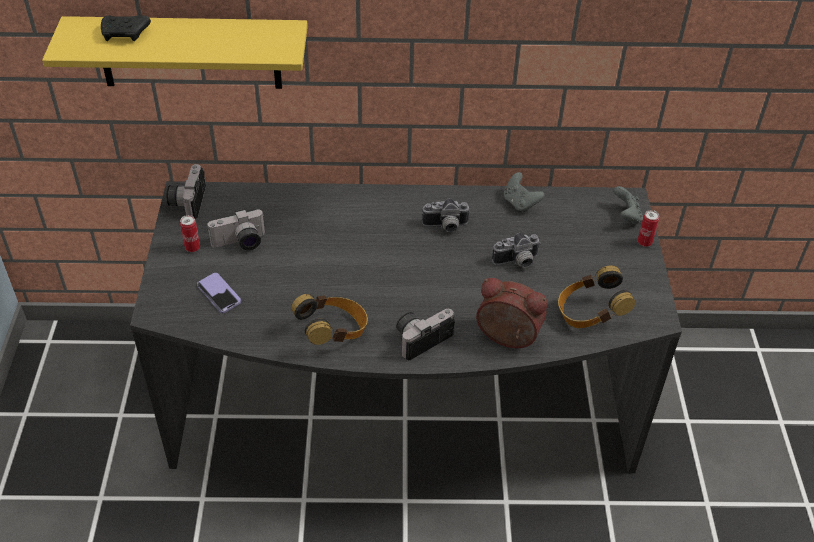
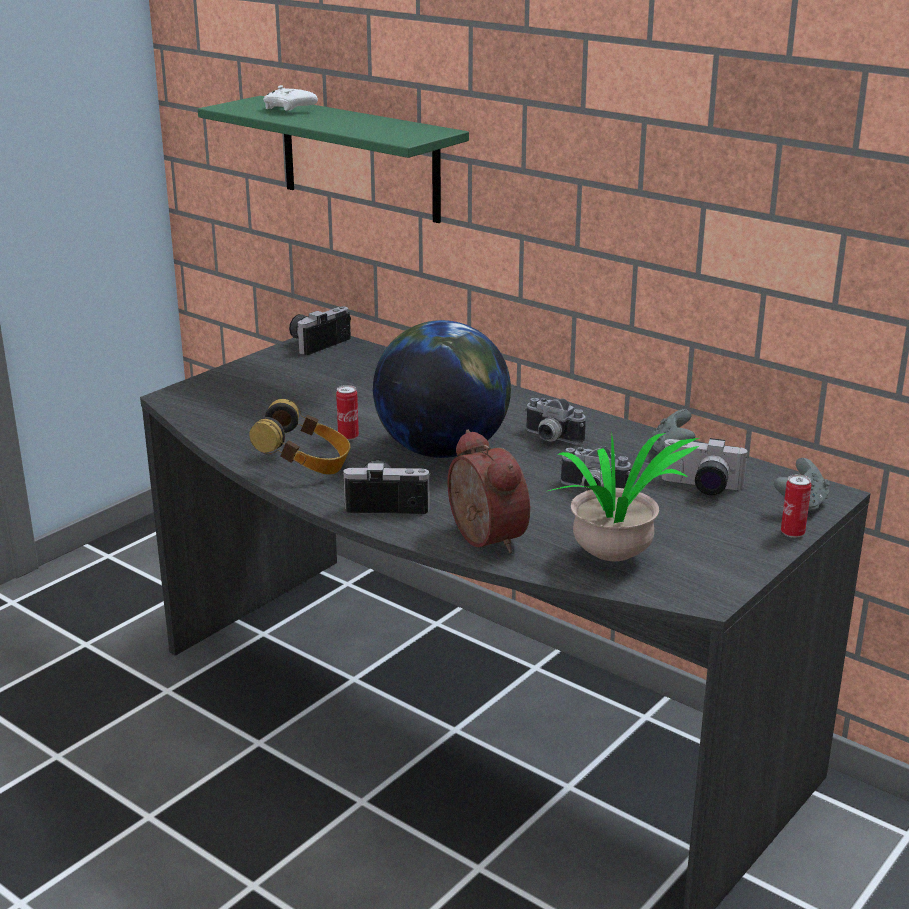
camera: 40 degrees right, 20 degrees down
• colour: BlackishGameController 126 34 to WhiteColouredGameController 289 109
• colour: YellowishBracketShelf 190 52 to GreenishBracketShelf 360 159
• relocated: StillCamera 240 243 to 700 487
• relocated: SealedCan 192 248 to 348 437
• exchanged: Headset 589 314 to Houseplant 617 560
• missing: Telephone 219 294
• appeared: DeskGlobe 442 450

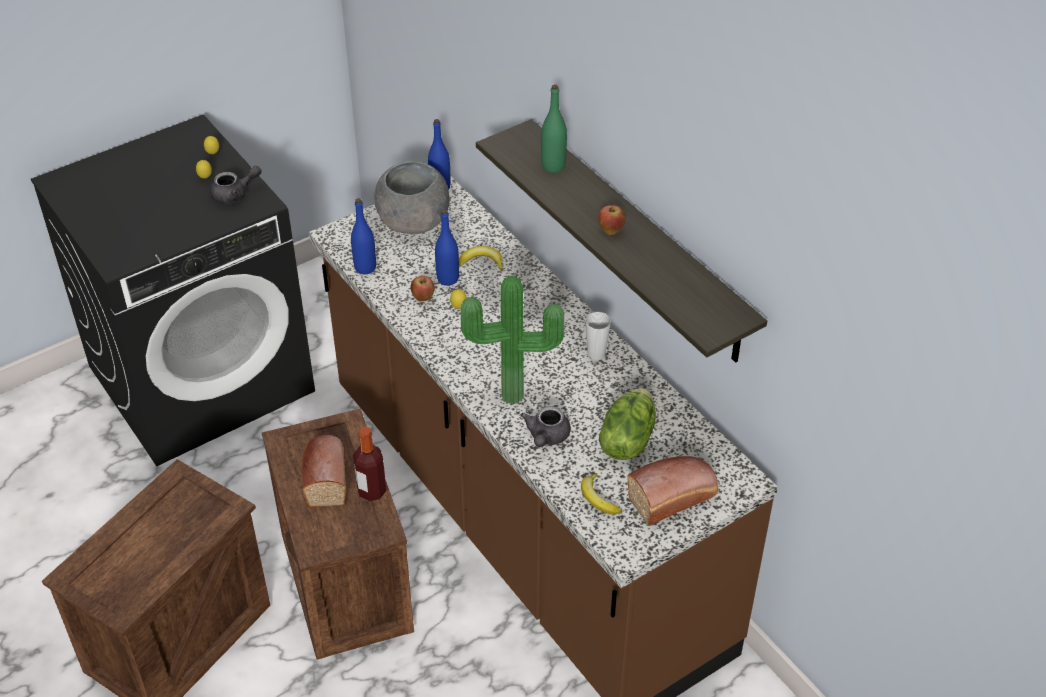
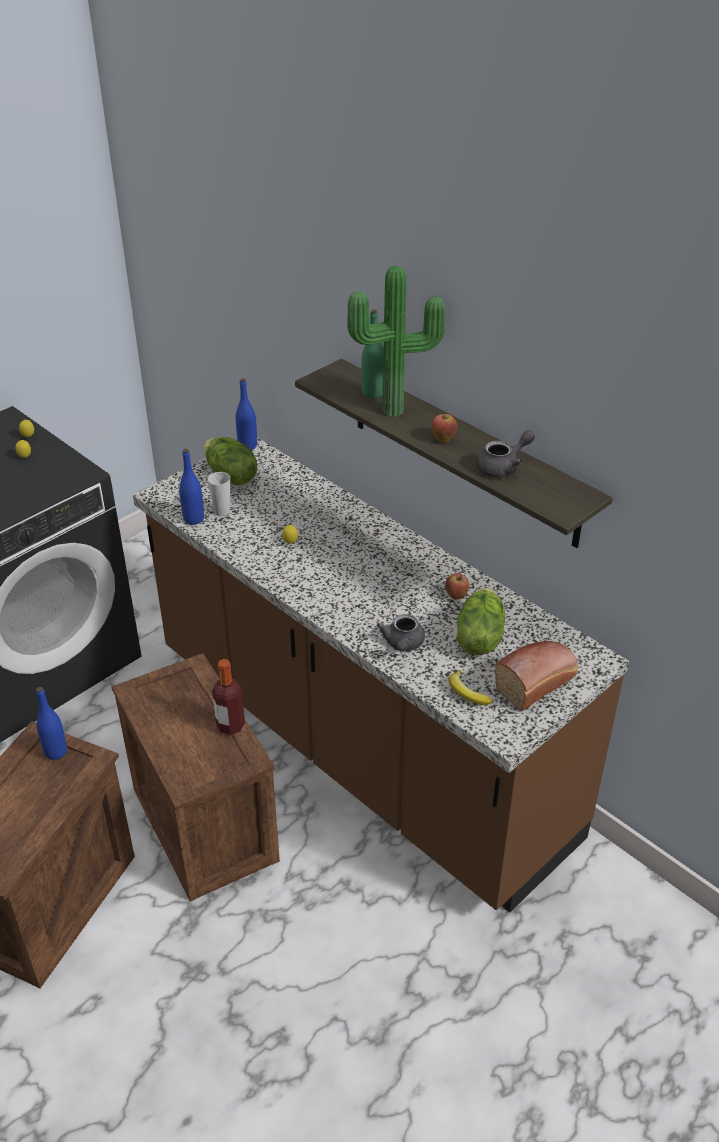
camera: 10 degrees left, 5 degrees down
• exchanged: GrayBowl 413 222 to HeadOfLettuce 230 476
• relocated: GrayPotForTea 235 194 to 503 467
• relocated: BlueColouredBeverageBottle 448 279 to 56 752
• missing: BananaFruit 482 262
• relocated: Houseplant 513 399 to 394 413
• relocated: WholeApple 423 298 to 456 596
• relocated: SmallCup 596 353 to 222 511
• missing: Bread 326 477

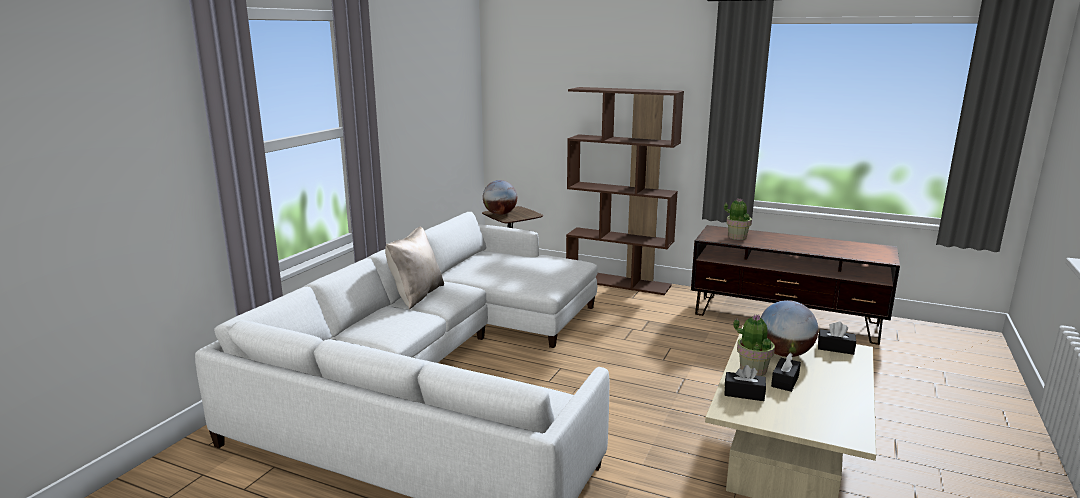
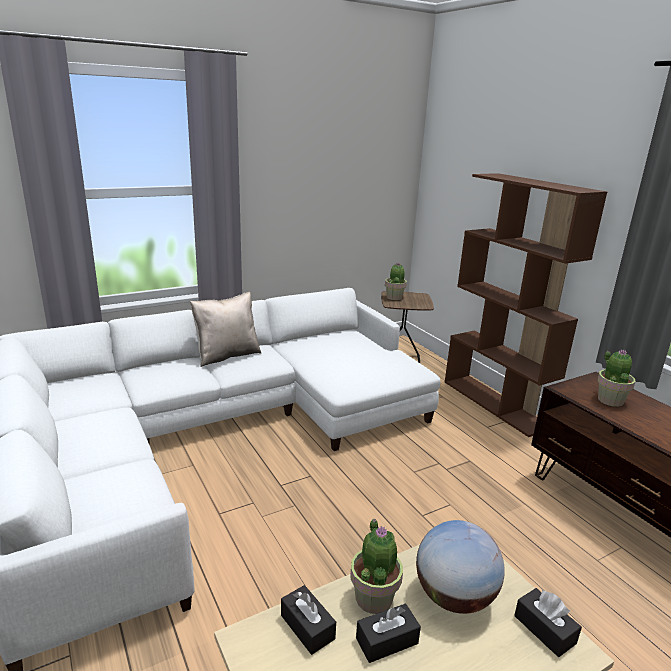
camera: 35 degrees right, 5 degrees up
• exchanged: DeskGlobe 500 214 to Houseplant 394 297

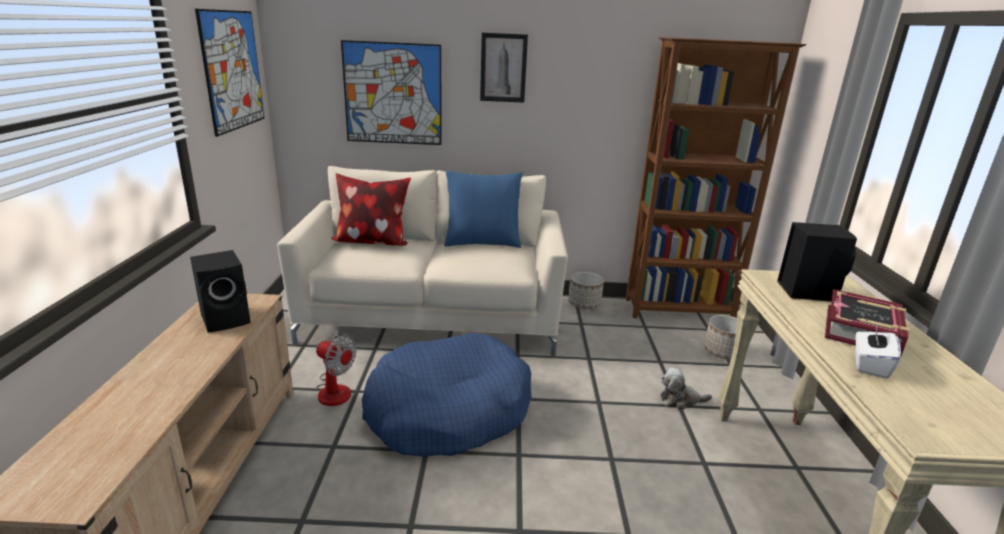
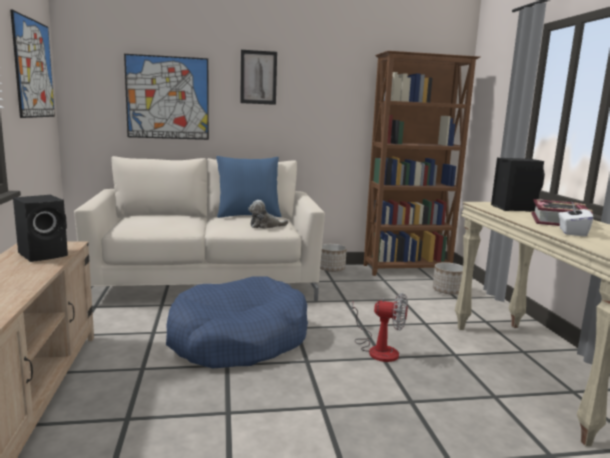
camera: 10 degrees left, 10 degrees down
• missing: Pillow 372 242
• relocated: ElectricFan 335 388 to 378 349
• relocated: SoftToy 680 400 to 265 226

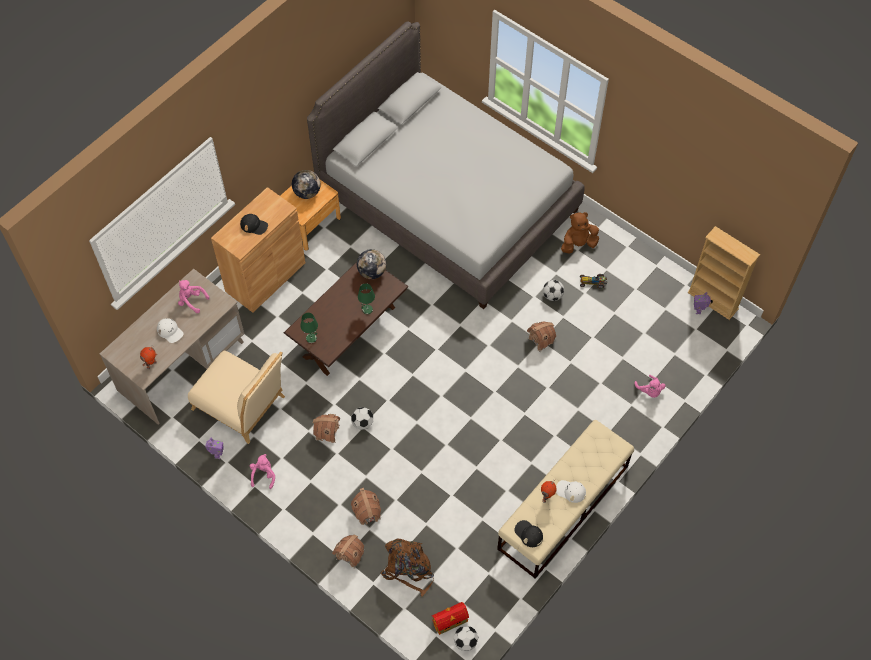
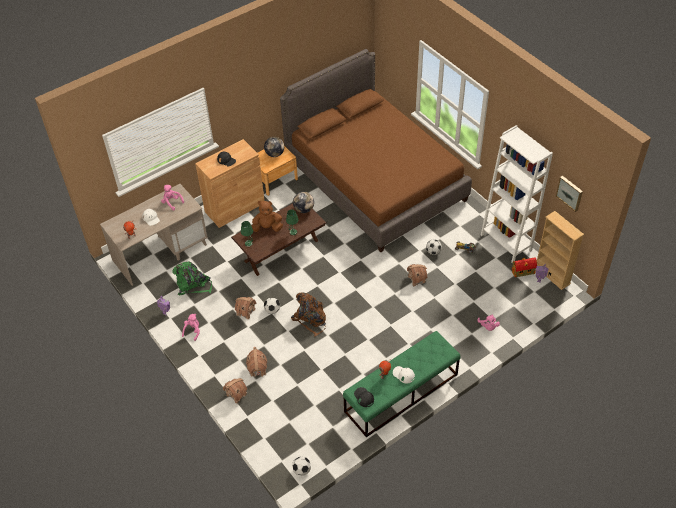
camera: 15 degrees right, 10 degrees down
• colour: GrayBed 447 201 to BrownishBed 375 181
• relocated: BrownishSoftToy 578 244 to 267 228
• exchanged: BeigeColouredChair 243 406 to GreenishKnapsack 193 284
• colour: BeigeColouredLongSeat 563 507 to GreenishLongSeat 401 393
• relocated: BrownishKnapsack 409 568 to 310 319
• relocated: MiniatureHouse 451 621 to 523 271
• appeared: WhiteColouredBookcase 506 243
• appeared: WallArt 570 193

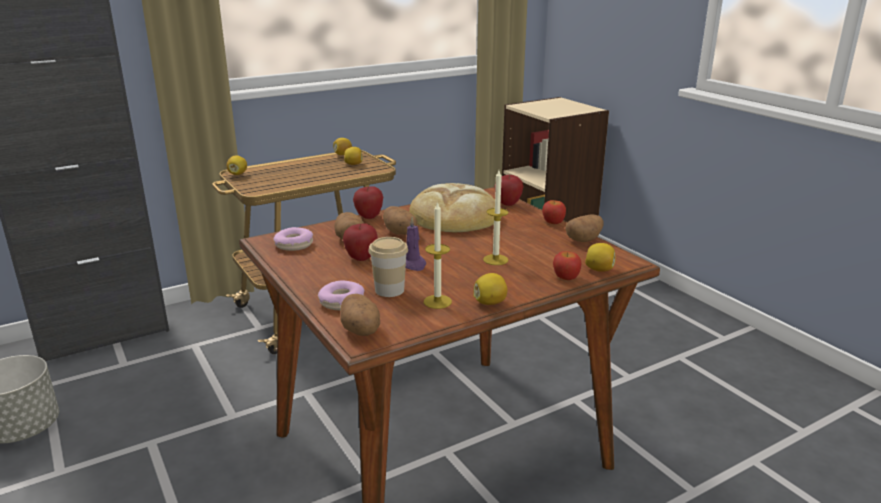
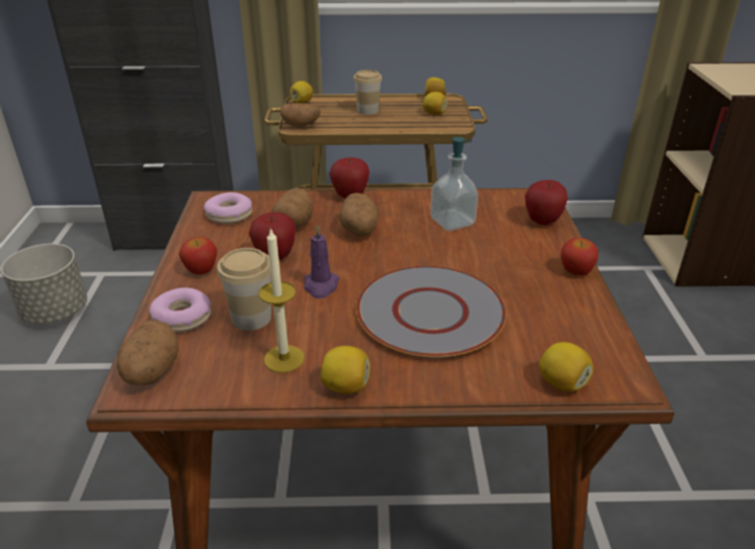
camera: 30 degrees right, 10 degrees up
• exchanged: WaxCandle 495 259 to GrayPlate 430 312
• exchanged: Bread 454 216 to LiquidSoapBottle 452 222
• relocated: WholePotato 584 239 to 301 125
• relocated: WholeApple 565 277 to 201 270
• appeared: SmallCup 368 110

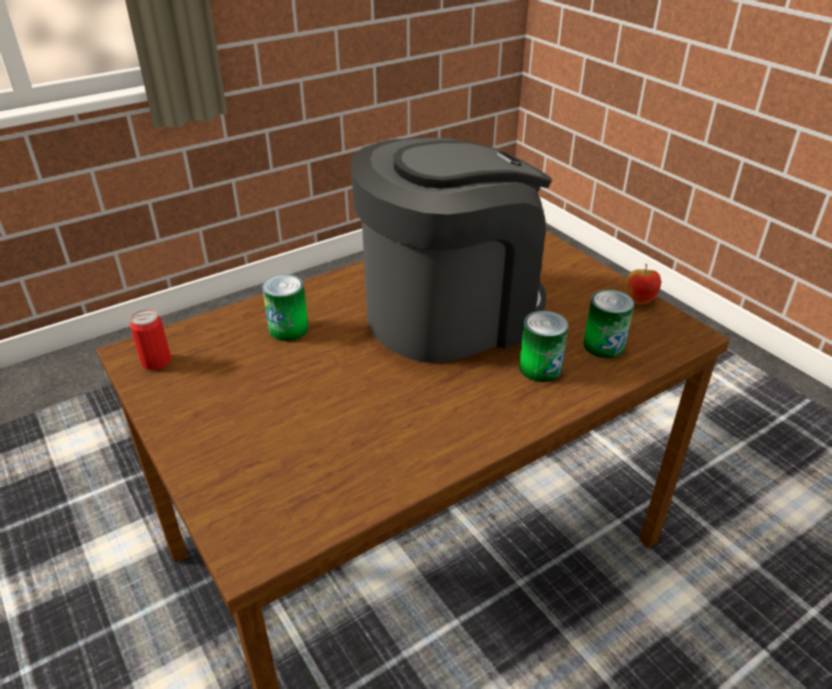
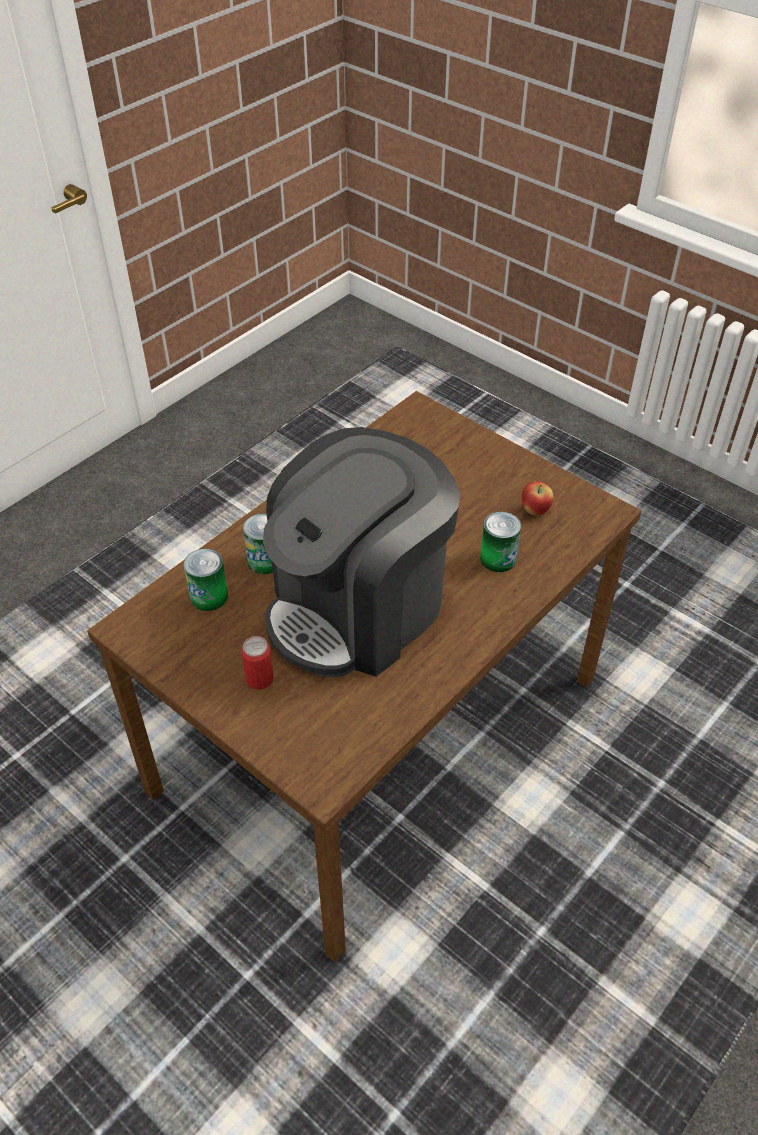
camera: 165 degrees right, 10 degrees up
• relocated: WholeApple 639 301 to 535 510
• relocated: SealedCan 156 362 to 259 679

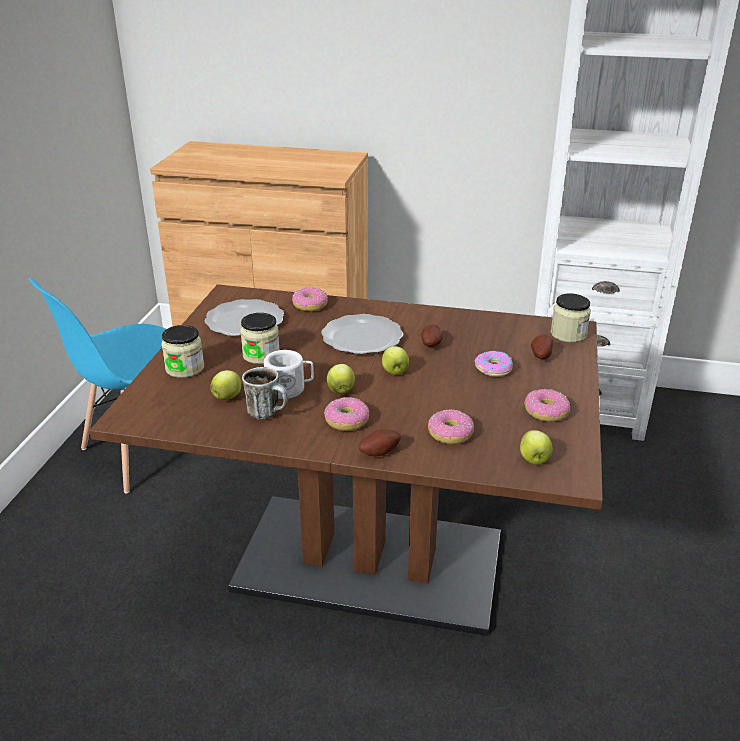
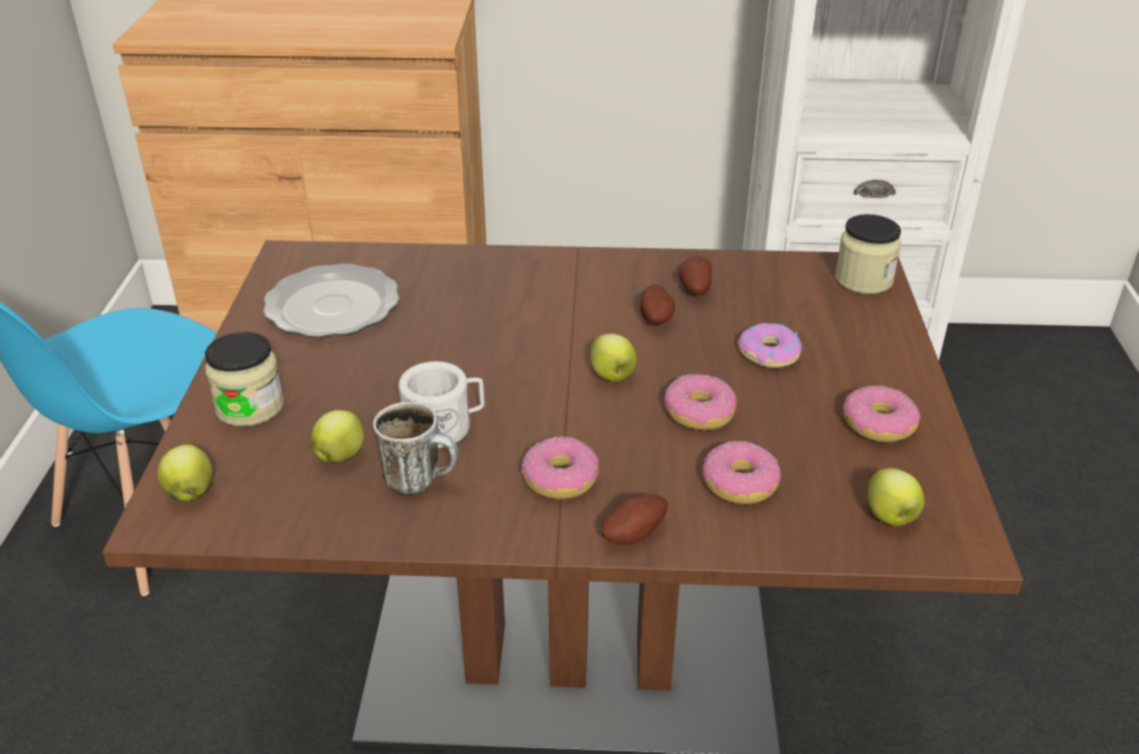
camera: 10 degrees left, 5 degrees up
• relocated: Donut 310 305 to 698 412
• missing: StorageJar 261 355
• missing: Plate 362 338
• relocated: WholePotato 540 355 to 694 289
• relocated: WholeApple 341 391 to 190 492

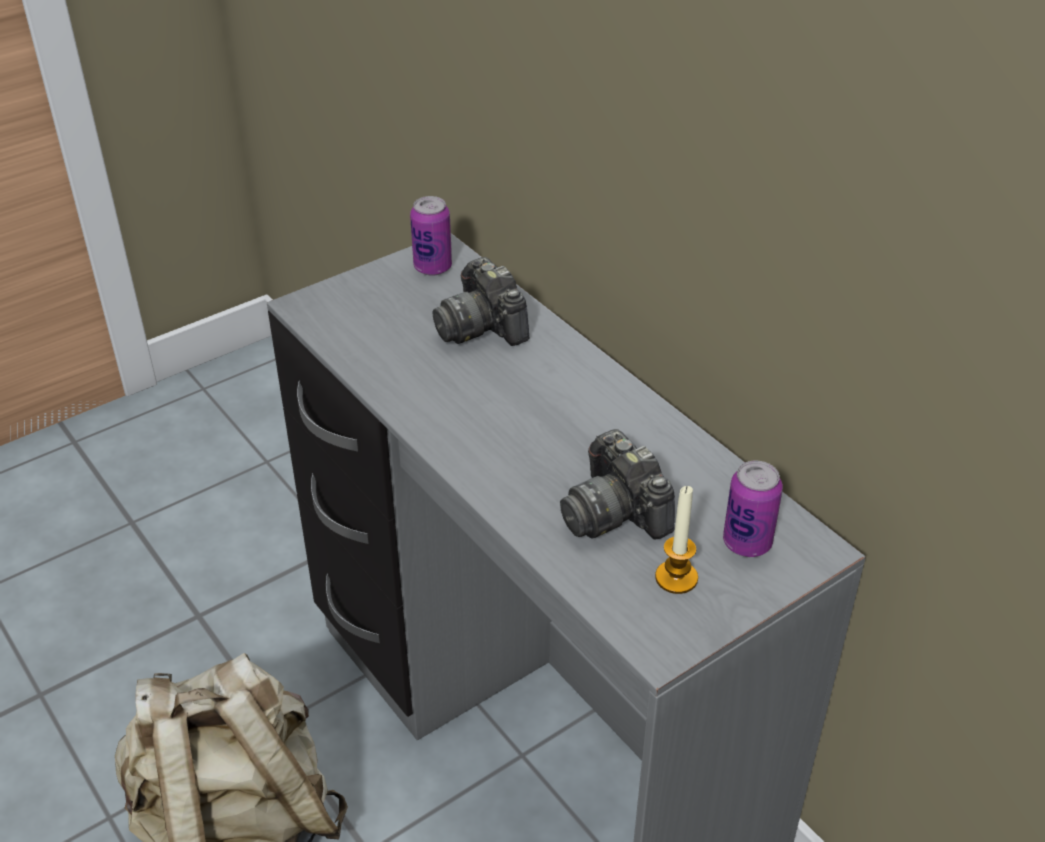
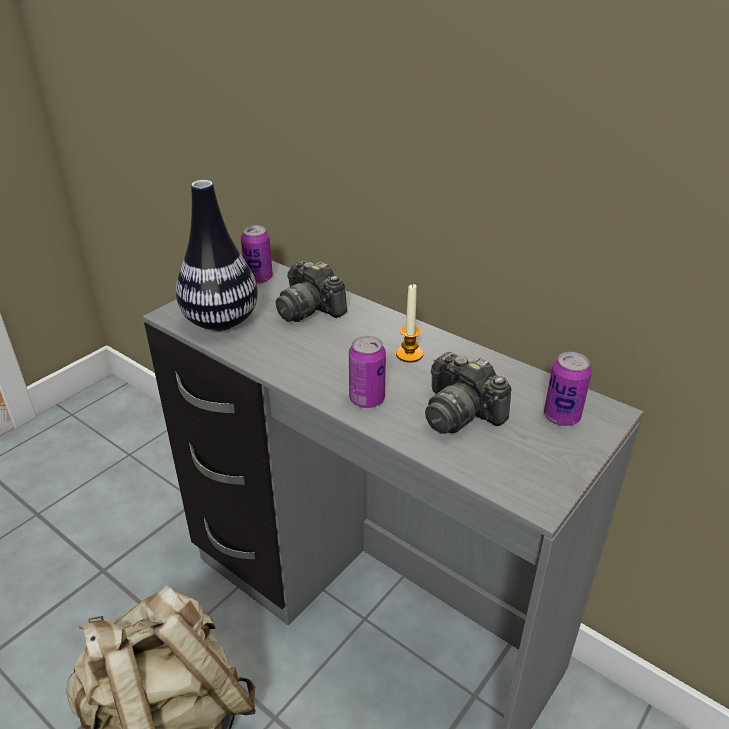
camera: 15 degrees left, 5 degrees down
• relocated: WaxCandle 676 578 to 409 354
• appeared: FlowerVase 221 321
• appeared: SealedCan 367 399

